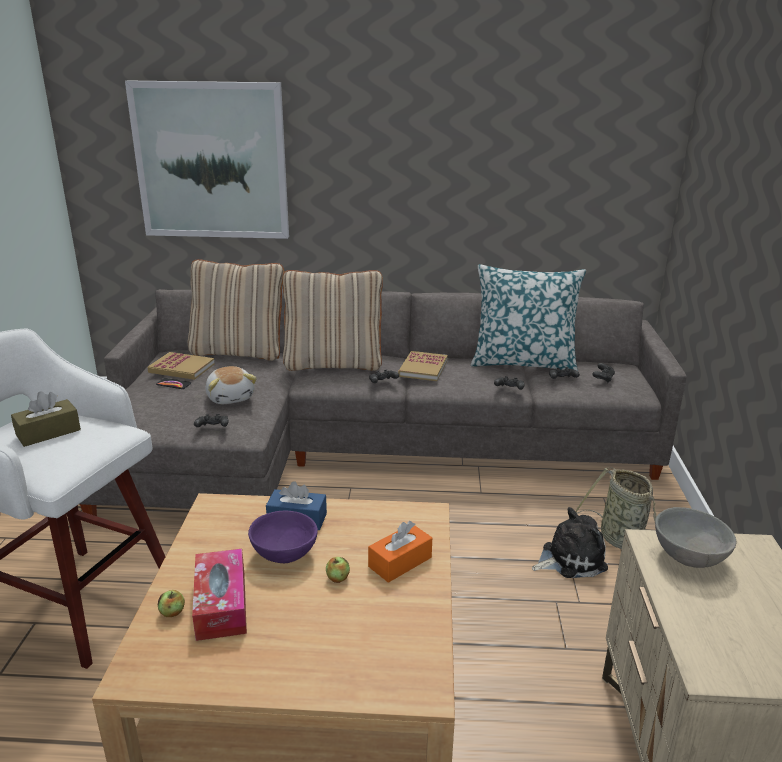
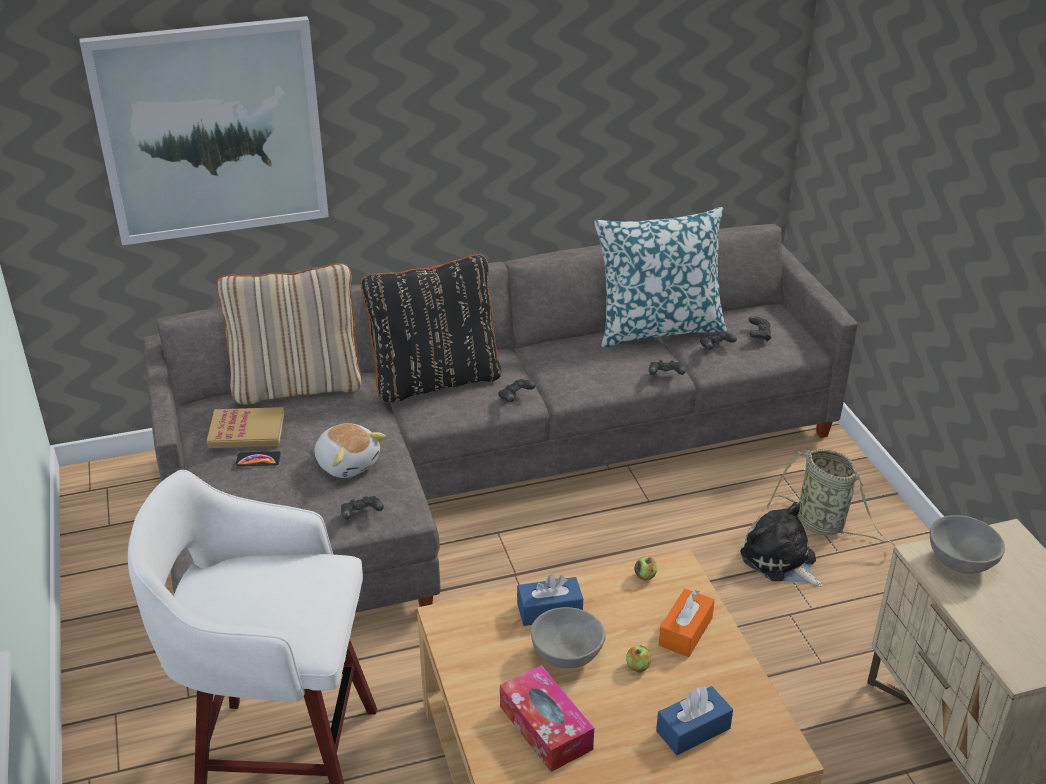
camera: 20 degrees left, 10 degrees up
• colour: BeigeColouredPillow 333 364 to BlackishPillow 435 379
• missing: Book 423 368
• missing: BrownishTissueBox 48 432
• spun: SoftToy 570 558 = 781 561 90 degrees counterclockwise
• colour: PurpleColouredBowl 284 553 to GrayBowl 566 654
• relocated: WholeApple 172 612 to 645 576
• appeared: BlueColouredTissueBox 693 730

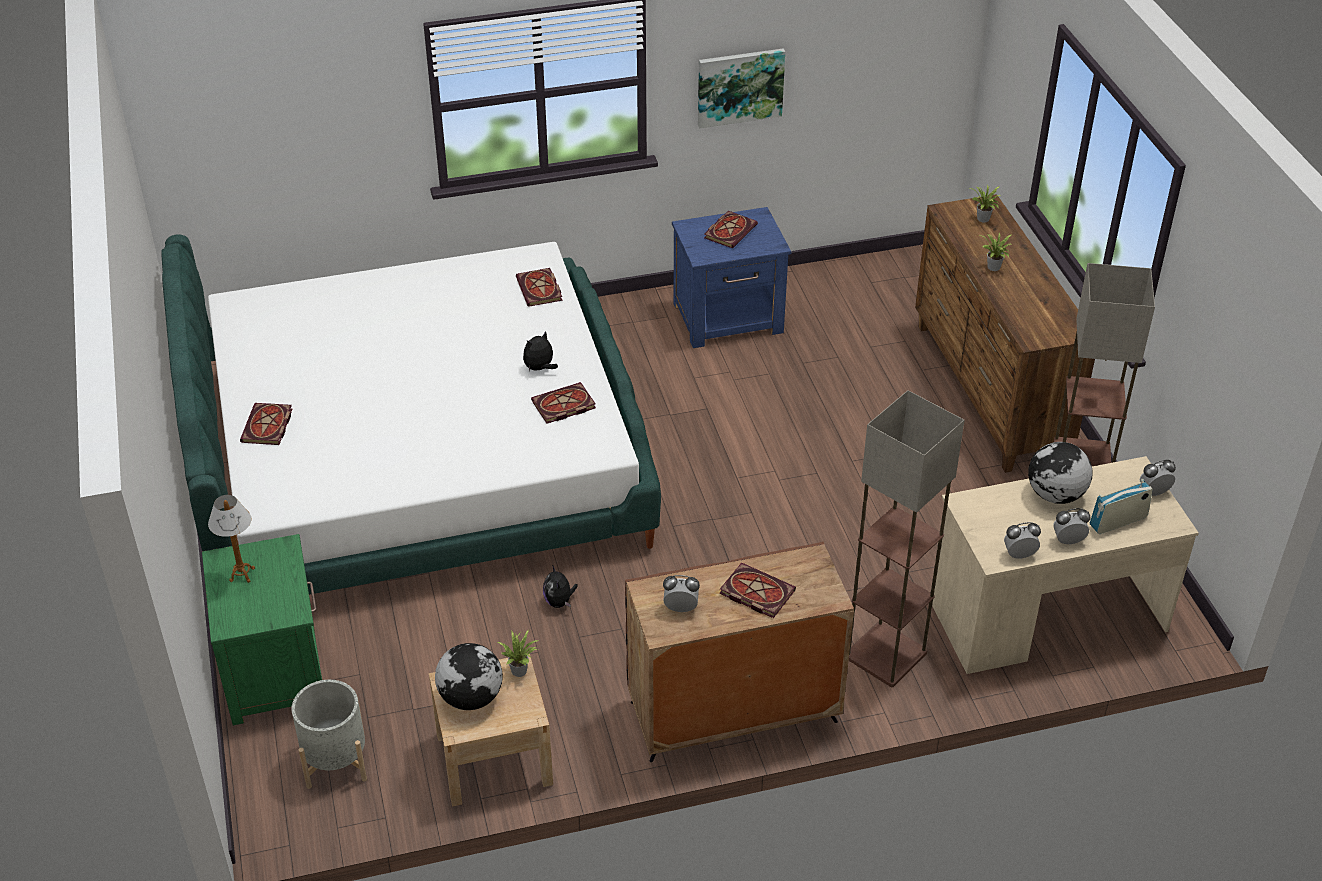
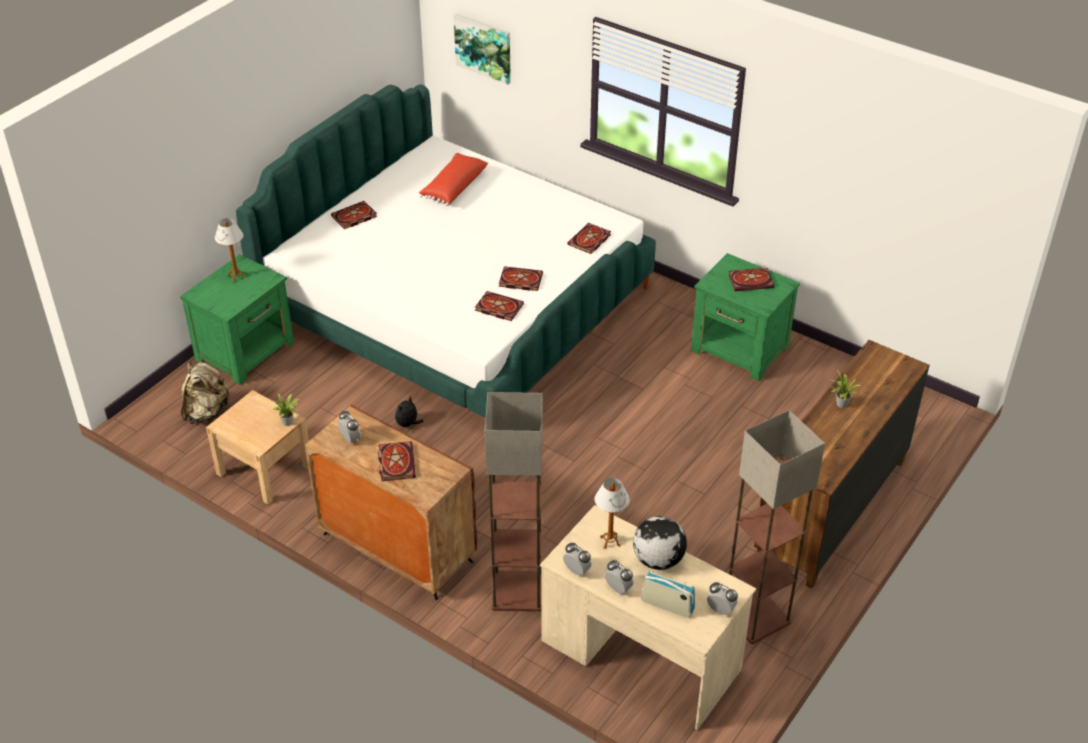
camera: 50 degrees right, 0 degrees up
• relocated: WallArt 740 86 to 483 48
• missing: Houseplant 983 220
• colour: BlueColouredNightTable 729 318 to GreenishNightTable 740 350
• exchanged: SoftToy 540 368 to Book 519 280
• missing: DeskGlobe 471 697
• exchanged: GrayFlowerPot 336 761 to BeigeColouredKnapsack 206 412
• appeared: RedPillow 453 187
• appeared: LampForATable 610 541

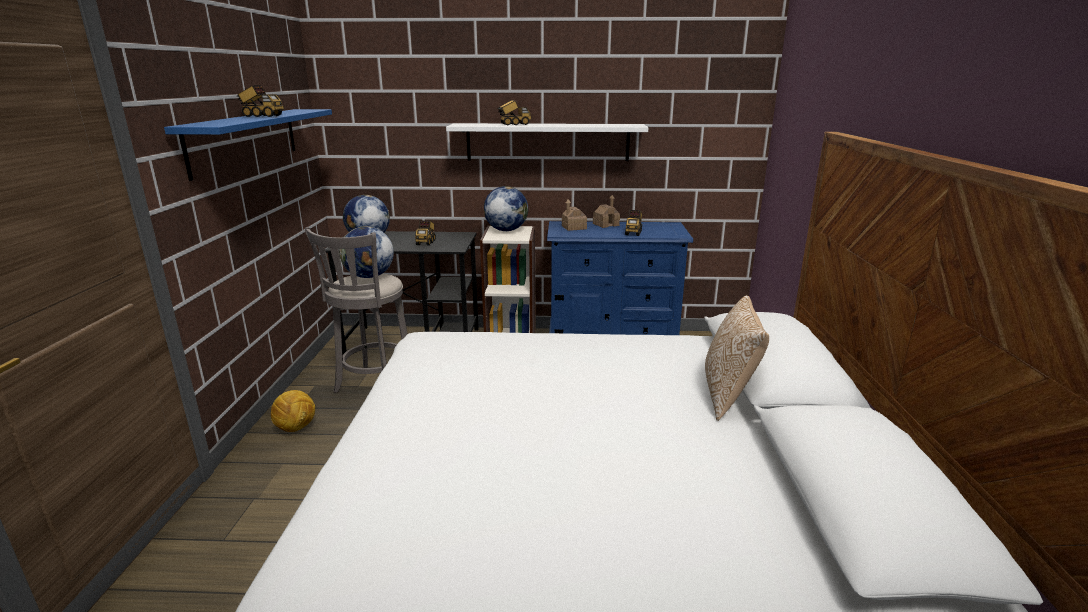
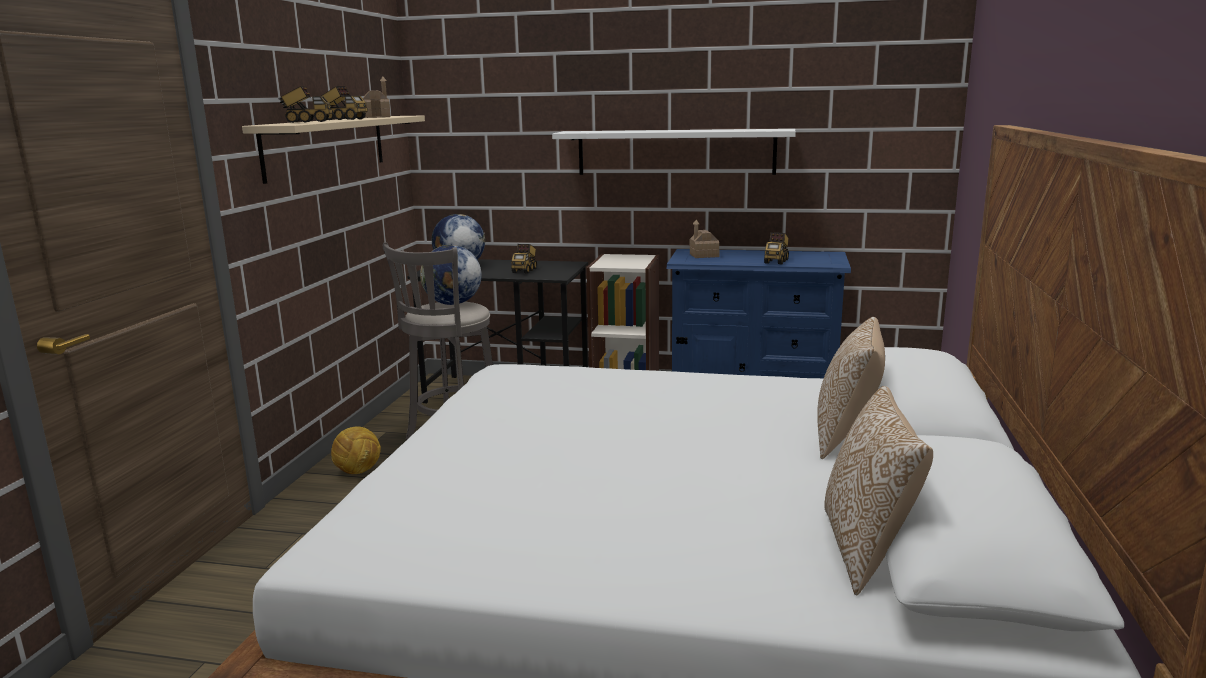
camera: 10 degrees right, 5 degrees down
• relocated: ModelTruck 514 124 to 307 122
• colour: BlueColouredBracketShelf 245 140 to BeigeColouredBracketShelf 326 146
• missing: DeskGlobe 506 230
• relocated: MiniatureHouse 605 224 to 376 117
• appeared: Pillow 867 550

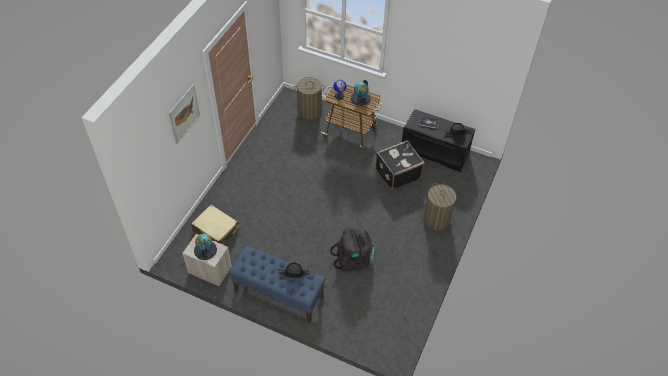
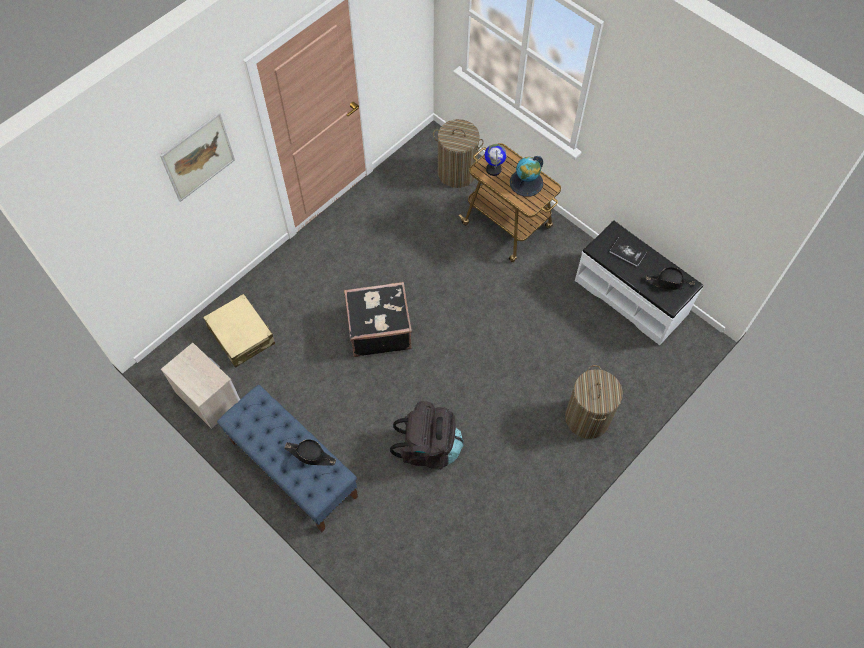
camera: 20 degrees right, 10 degrees up
• colour: BlackishLongSeat 435 151 to WhiteColouredLongSeat 631 297
• relocated: BlackishSuitcase 397 173 to 378 329
• missing: DeskGlobe 205 250

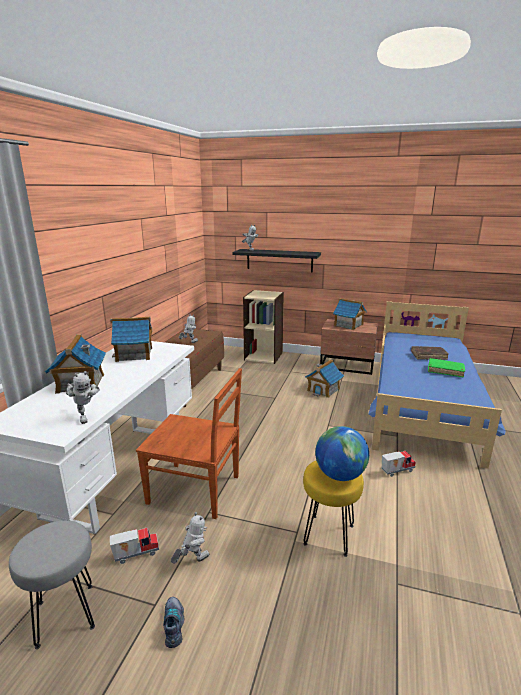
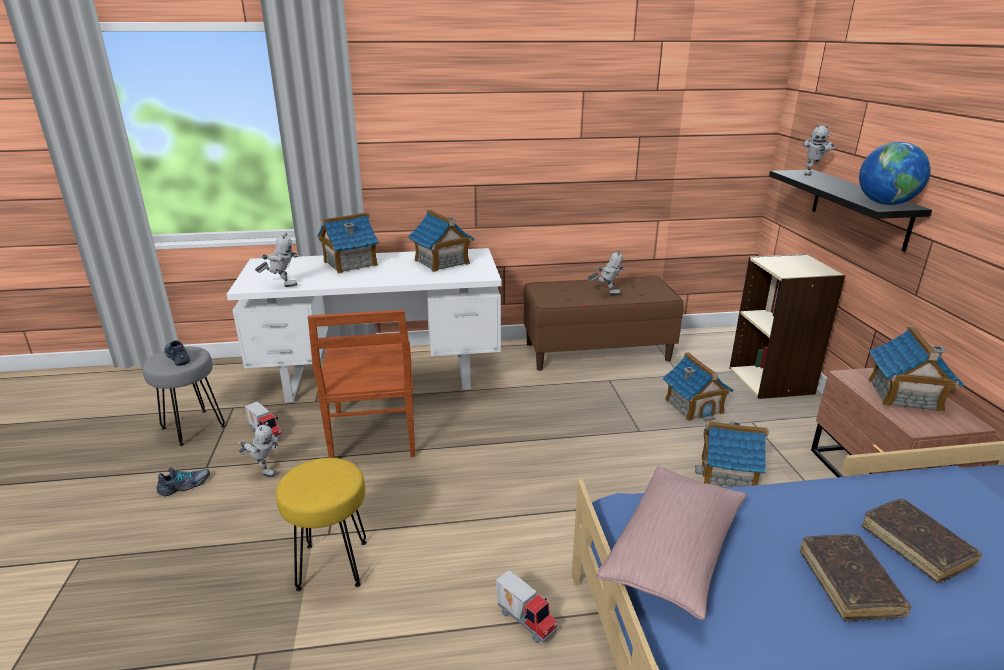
camera: 65 degrees right, 5 degrees up
• colour: GreenishBook 445 371 to BrownishBook 849 583
• spun: ModelRobot 85 416 = 282 285 120 degrees counterclockwise
• relocated: DeskGlobe 340 475 to 885 204
• appeared: LowShoe 178 357
• appeared: MiniatureHouse 694 406
• appeared: PinkColouredPillow 673 553

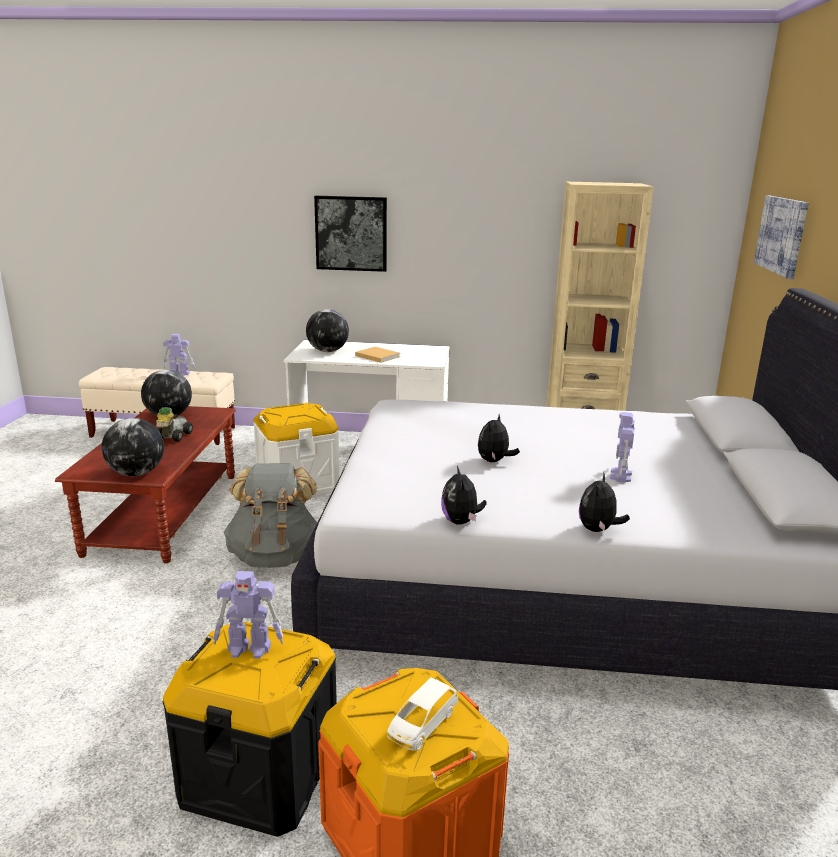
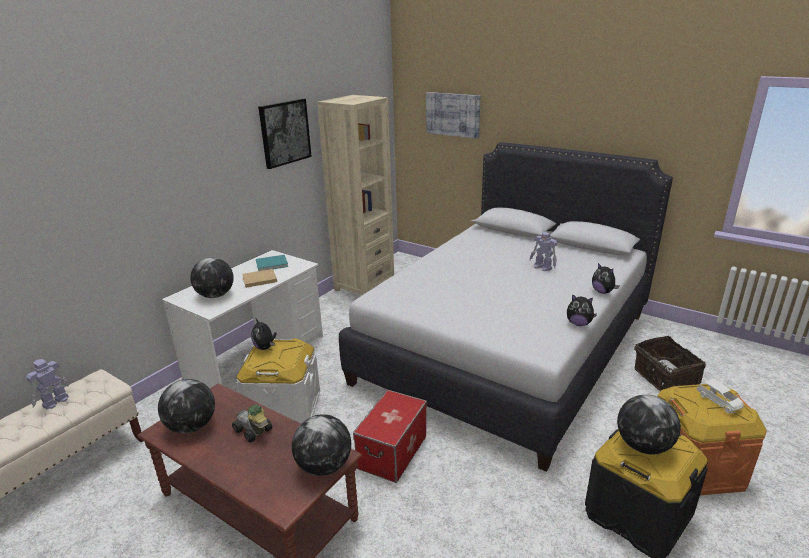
camera: 60 degrees left, 5 degrees up
• relocated: WallArt 351 233 to 285 132
• relocated: SoftToy 494 461 to 265 347
• exchanged: GrayKnapsack 275 556 to StorageBin 392 451
• exchanged: ModelRobot 250 649 to DeskGlobe 643 446
• appeared: BlueGreenBook 273 264
• appeared: Basket 664 379

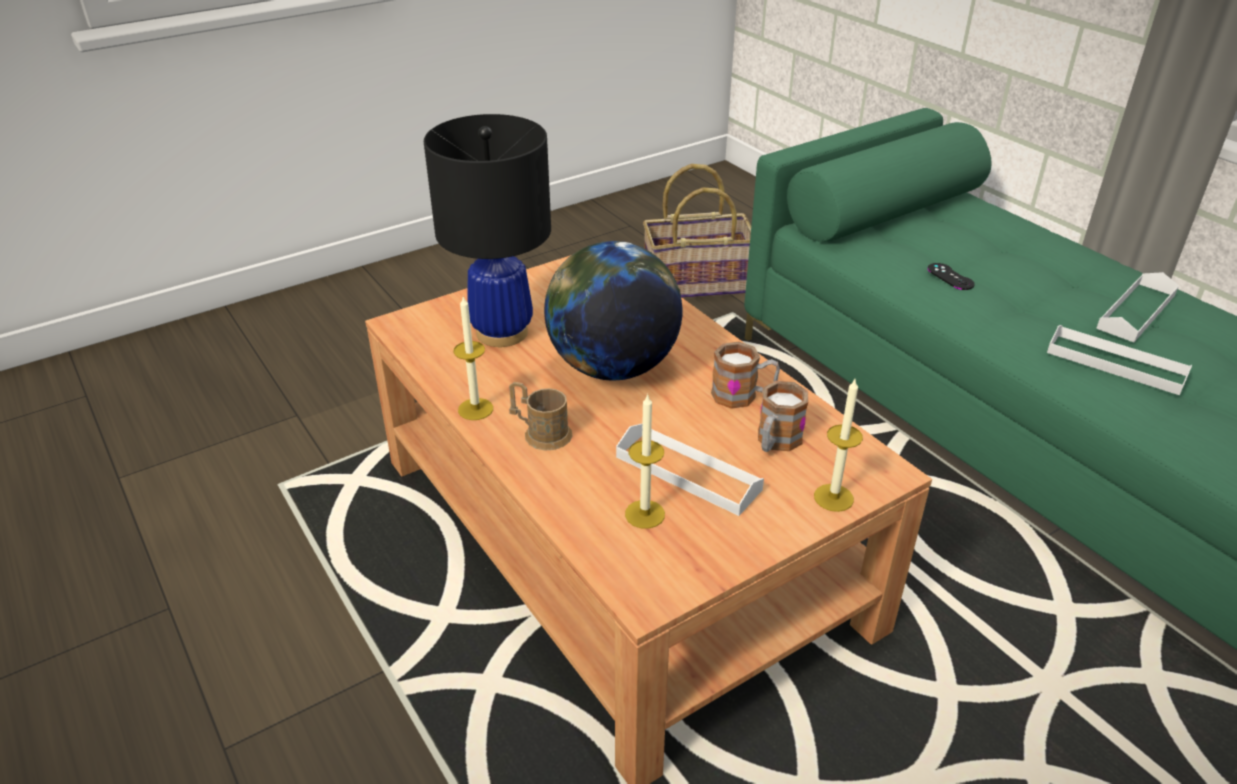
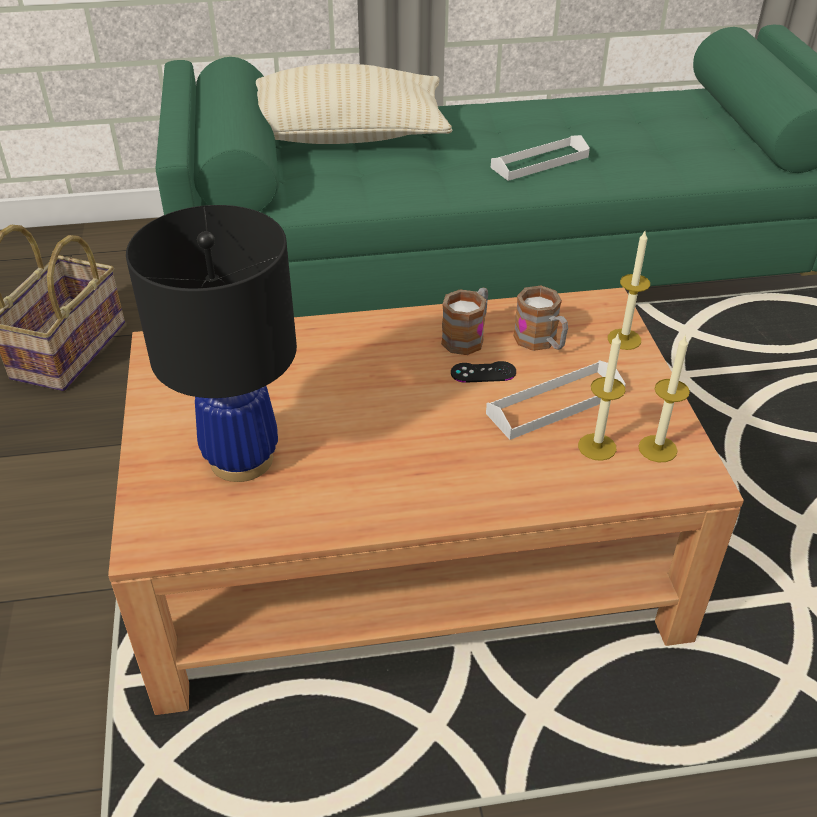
camera: 65 degrees left, 5 degrees up
• missing: DeskGlobe 613 368
• relocated: BlackishGameController 950 277 to 483 372
• missing: WhiteColouredCarryingTray 1136 311
• relocated: WaxCandle 475 409 to 657 449
• missing: BrownishMug 541 433
• appeared: BeigeColouredPillow 340 137

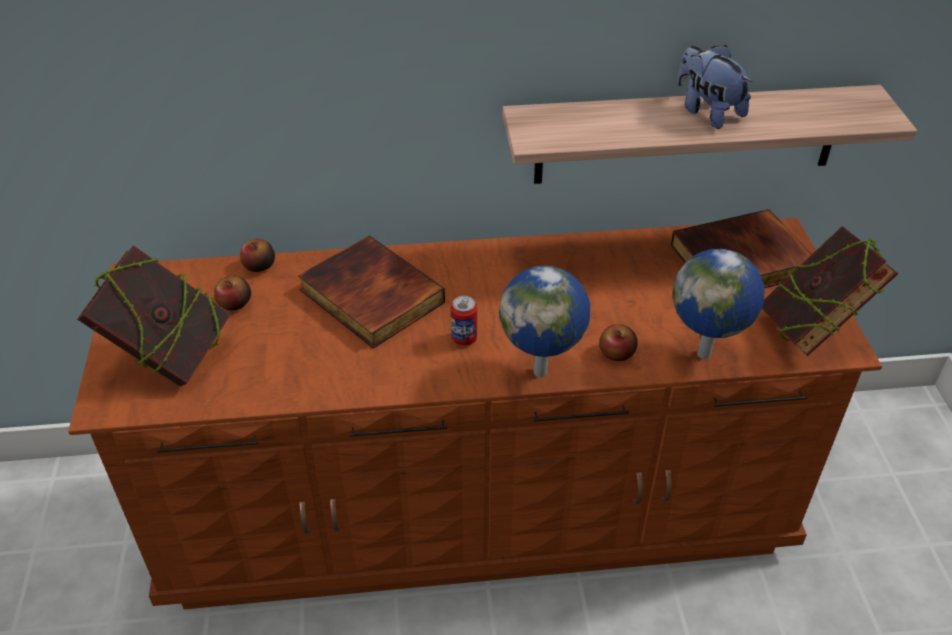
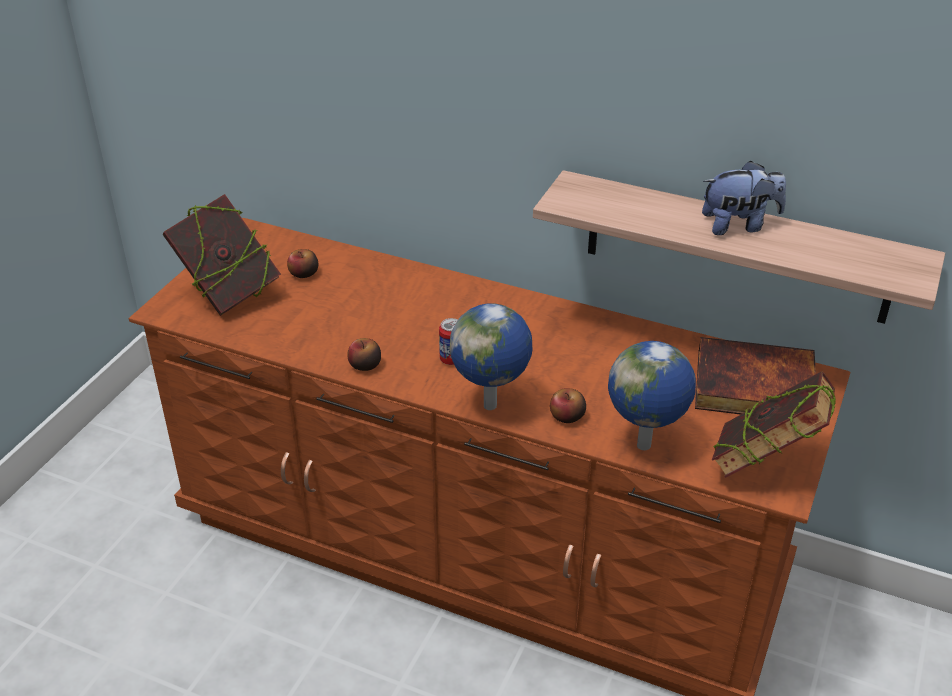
camera: 30 degrees right, 5 degrees down
• spun: SoftToy 707 112 = 739 225 90 degrees clockwise
• missing: Book 369 297
• relocated: WholeApple 259 266 to 365 365

